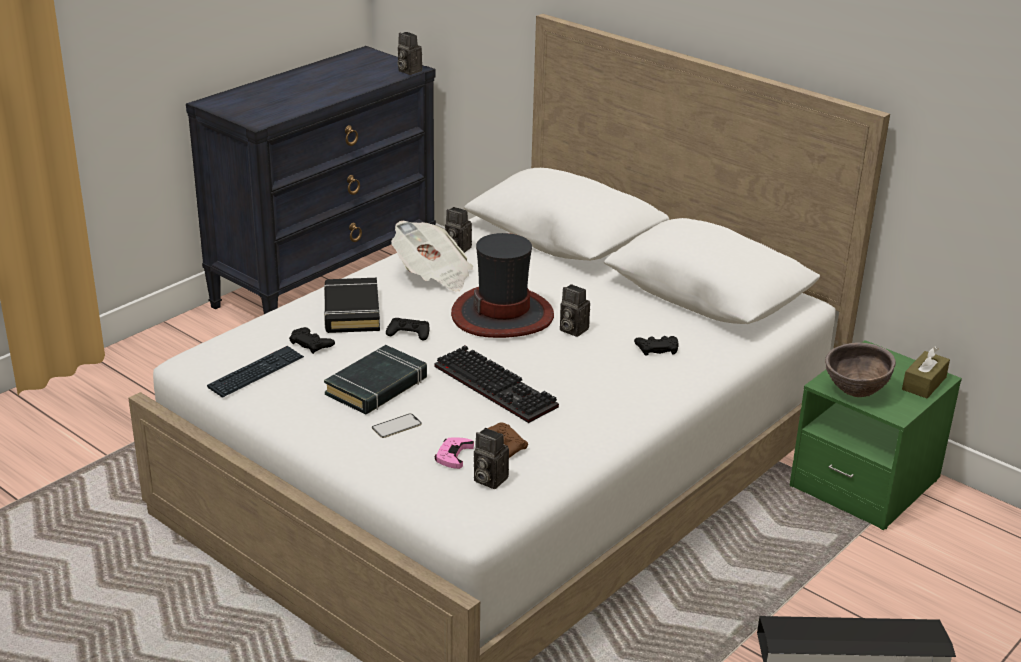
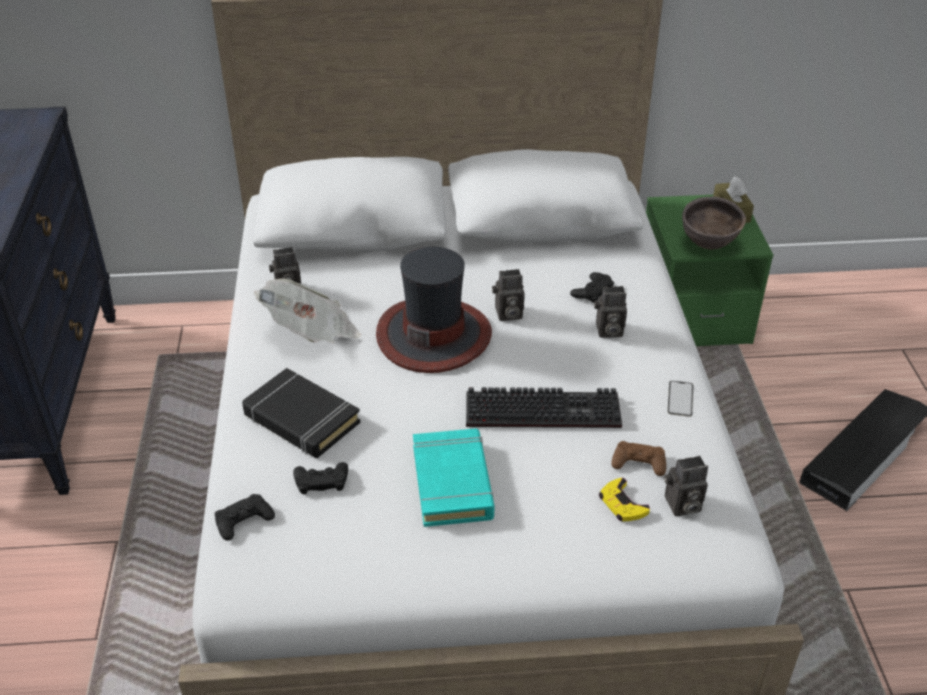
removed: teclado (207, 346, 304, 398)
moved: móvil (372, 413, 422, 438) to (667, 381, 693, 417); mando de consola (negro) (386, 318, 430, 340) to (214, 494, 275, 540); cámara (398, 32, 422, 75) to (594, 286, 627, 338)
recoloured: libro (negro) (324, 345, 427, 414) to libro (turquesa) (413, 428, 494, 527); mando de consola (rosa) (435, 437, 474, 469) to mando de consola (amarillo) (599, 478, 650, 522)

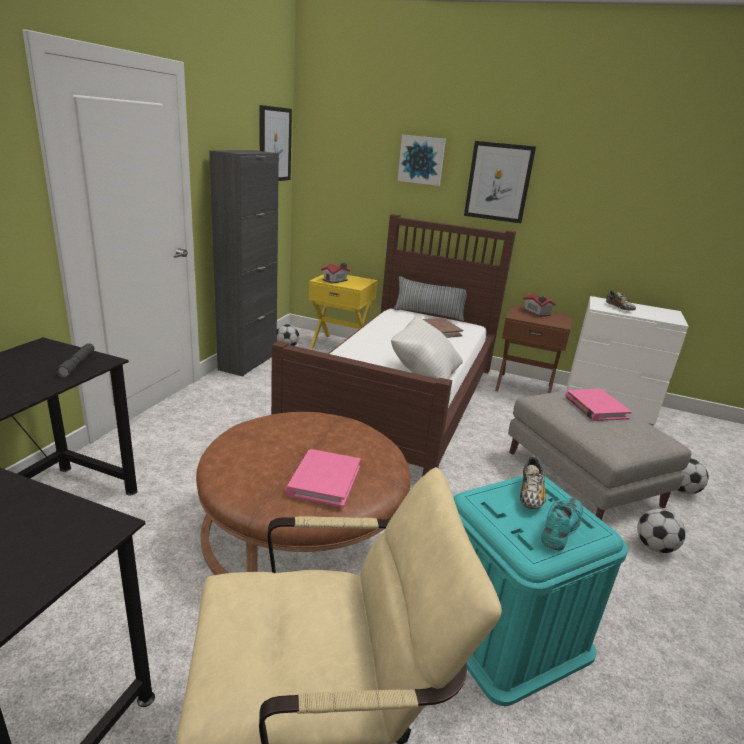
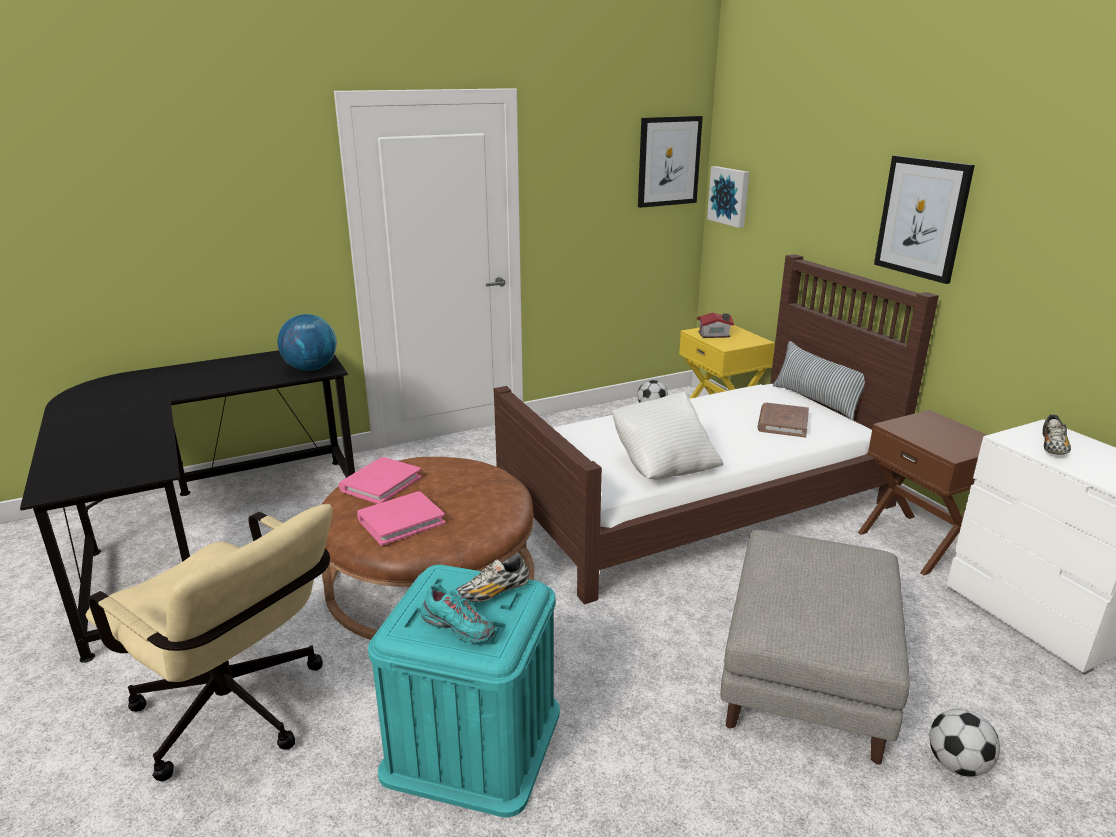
removed: armario (negro) (209, 150, 279, 377); casita (523, 293, 556, 317); balón de fútbol (637, 509, 686, 553)
moved: cuadro (398, 135, 446, 186) to (707, 166, 749, 228); libro (rosa) (565, 389, 632, 421) to (339, 457, 422, 504)
replaced: linterna (gris) (56, 343, 95, 378) to globo terráqueo (277, 314, 337, 371)
turned: zapato (turquesa) (541, 498, 583, 550) = (421, 584, 496, 643) 45 degrees clockwise

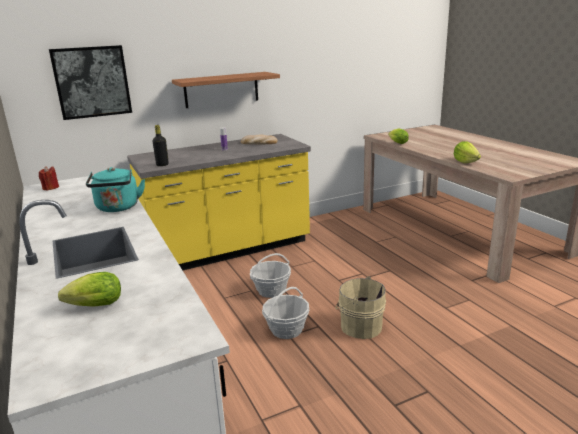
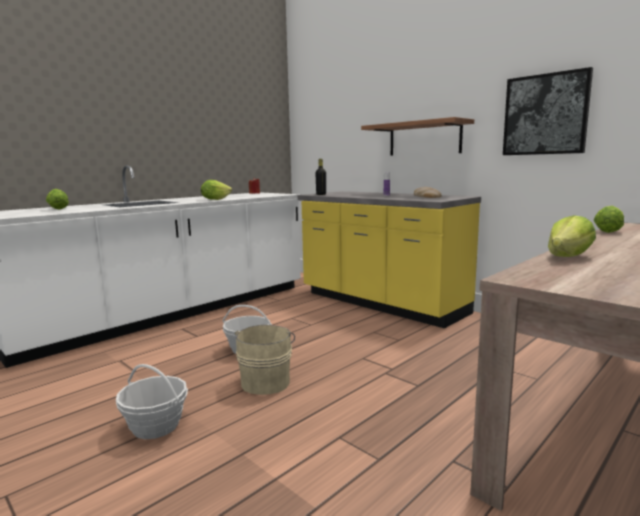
moved: cuadro (49, 45, 132, 120) to (503, 67, 593, 155); cesta (250, 253, 291, 298) to (116, 364, 188, 439)
replaced: hervidor (turquesa) (86, 167, 145, 212) to lechuga (201, 180, 232, 200)

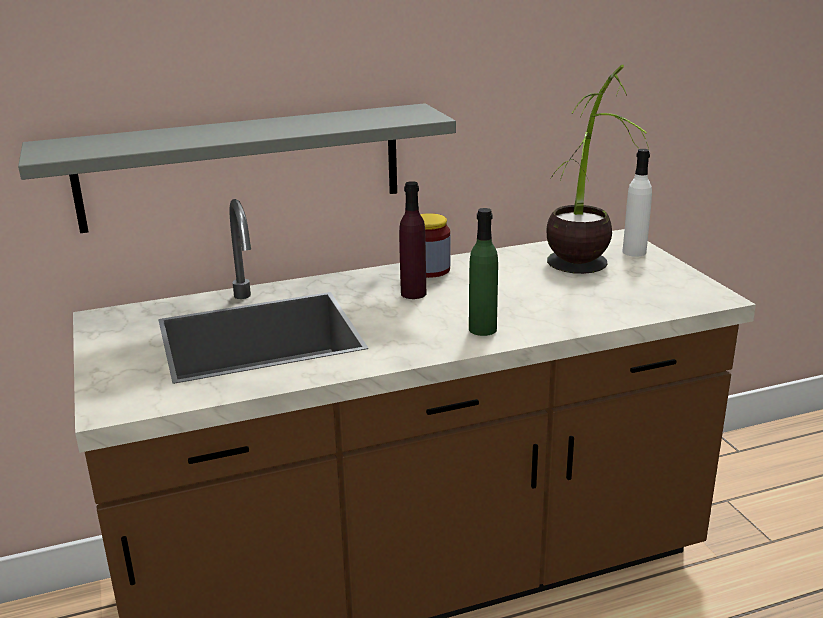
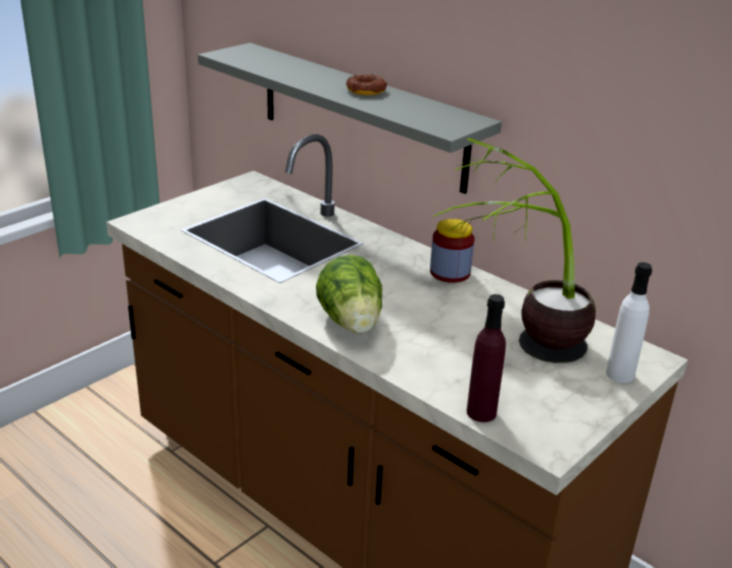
added: rosquilla (346, 74, 387, 95)
moved: botella (morado) (399, 181, 427, 299) to (467, 294, 506, 422)
replaced: botella (verde) (469, 208, 498, 336) to lechuga (316, 255, 382, 333)

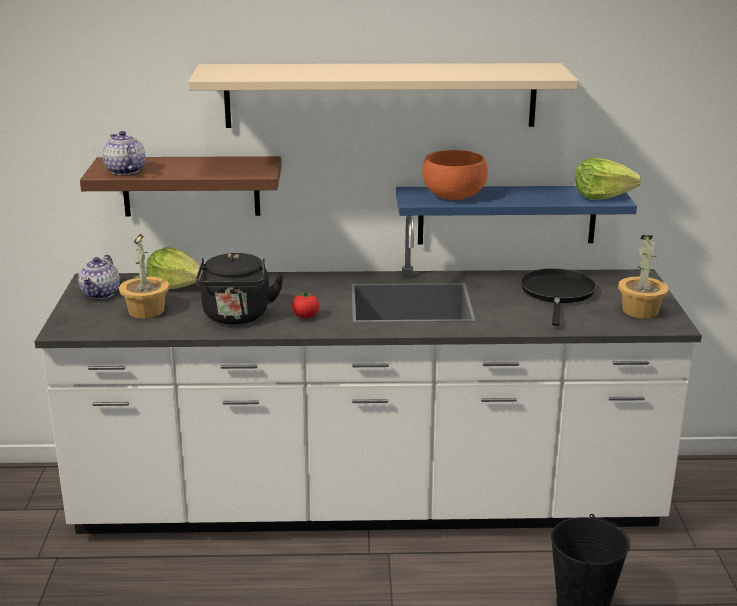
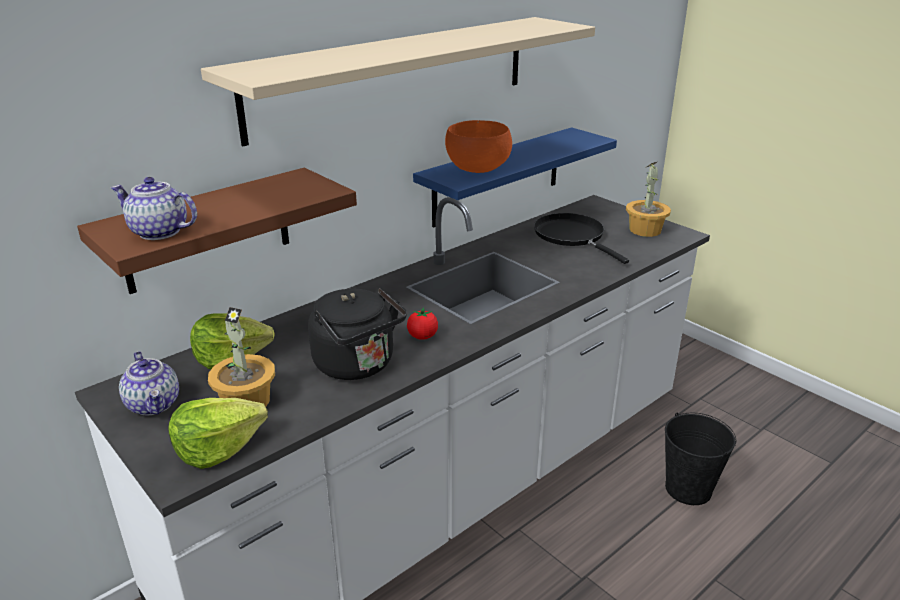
moved: lechuga (575, 158, 641, 200) to (168, 398, 268, 469)

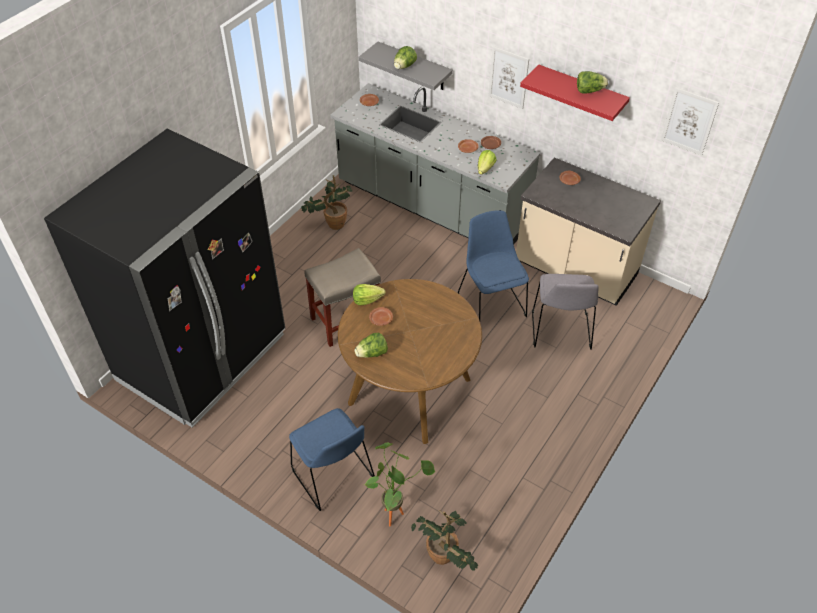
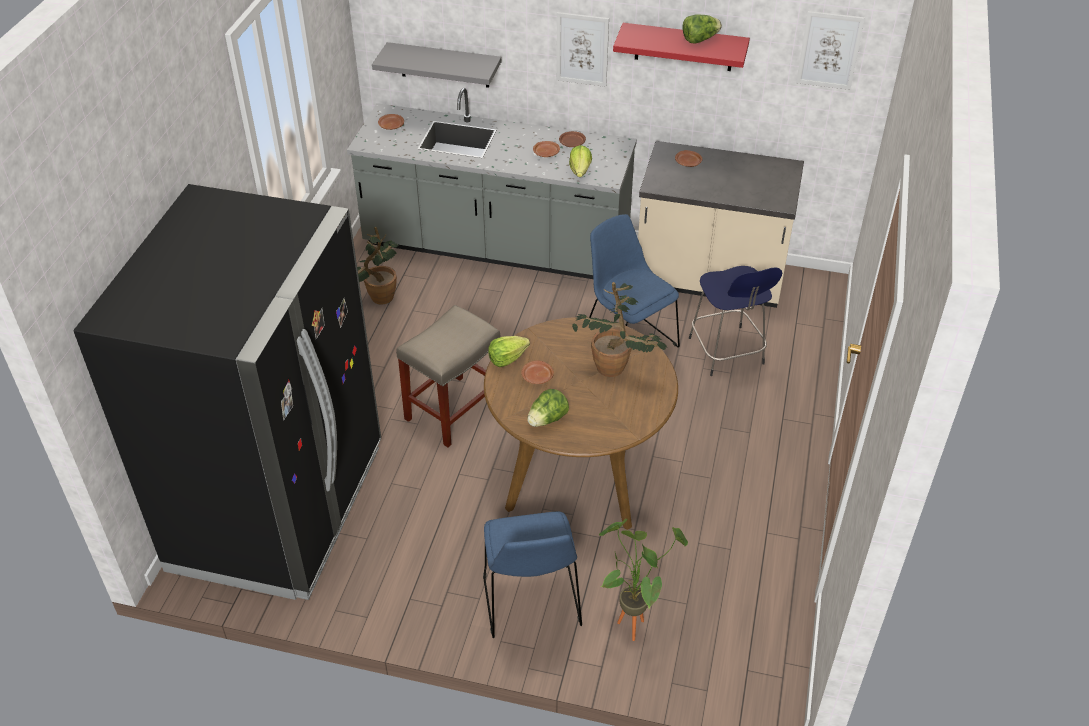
removed: lechuga (394, 46, 417, 69)
moved: planta en maceta (411, 510, 478, 571) to (572, 282, 668, 377)
replaced: silla (gris) (532, 274, 599, 350) to taburete (azul) (689, 266, 782, 376)
turned: silla (azul) (289, 408, 375, 511) = (483, 512, 582, 638) 45 degrees clockwise

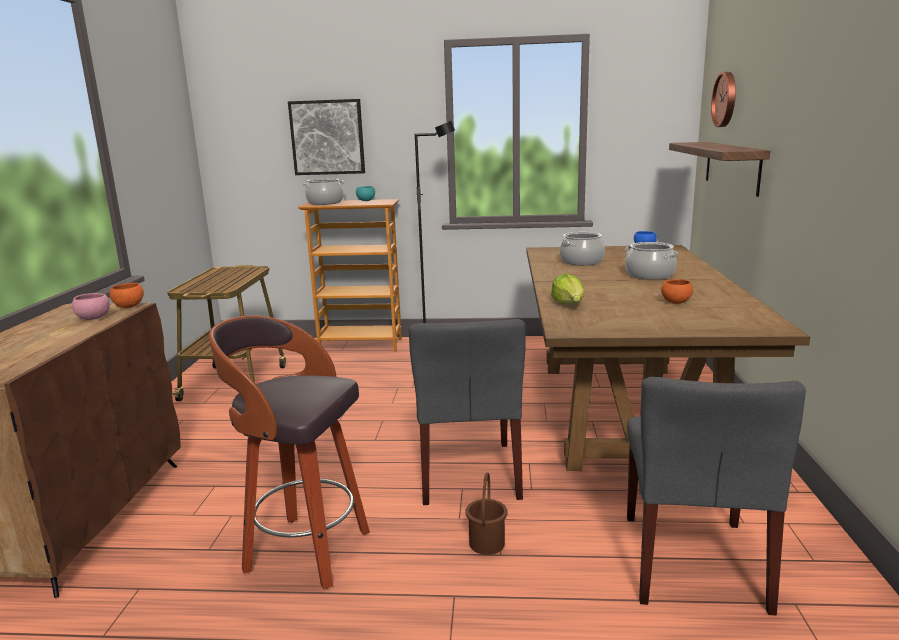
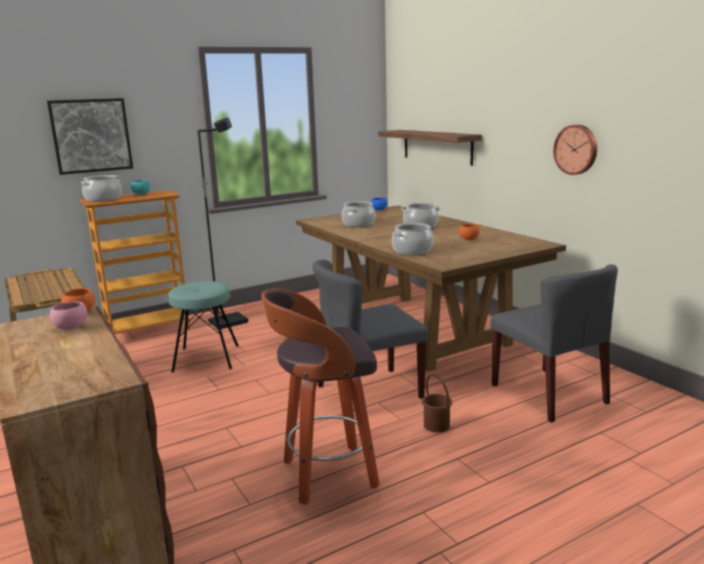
added: taburete (turquesa) (168, 281, 239, 373)
moved: reloj de pared (711, 72, 736, 127) to (553, 125, 597, 175)
replaced: lechuga (551, 273, 585, 304) to olla (392, 223, 434, 255)
turned: silla (gris) (409, 319, 526, 505) = (312, 259, 429, 399) 105 degrees clockwise

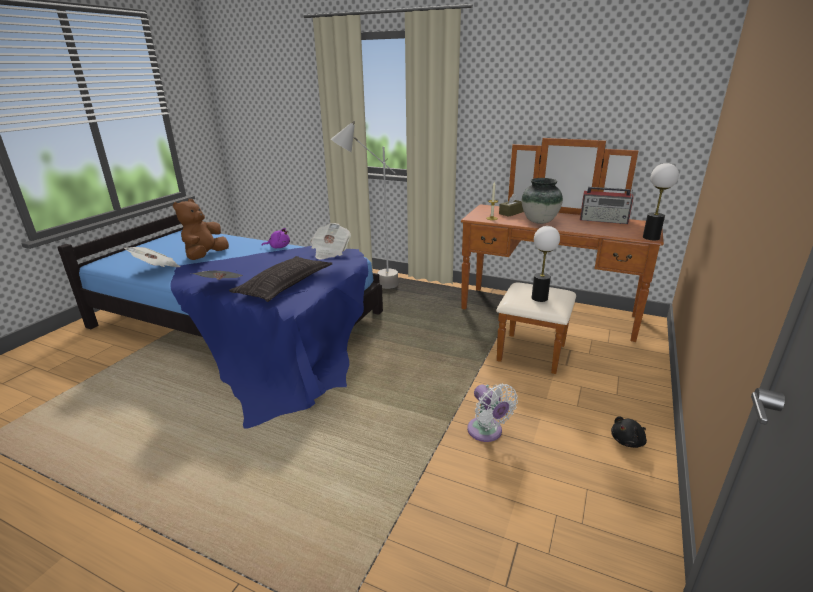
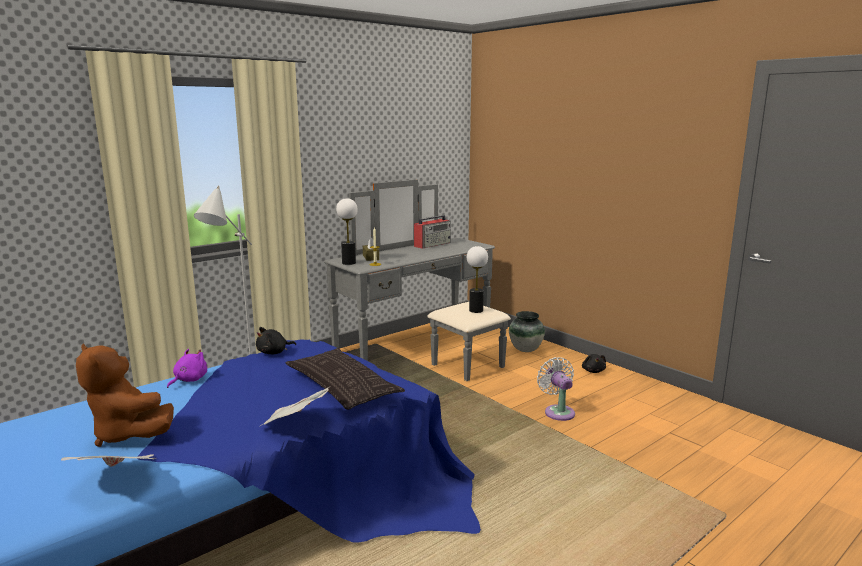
moved: florero (522, 178, 563, 224) to (509, 311, 545, 352); lámpara de mesa (643, 163, 679, 240) to (336, 198, 358, 265)
replaced: periódico (311, 223, 351, 259) to peluche (negro) (256, 327, 296, 354)
recoloured: cómoda (marrón) (461, 138, 664, 374) to cómoda (gris) (324, 179, 511, 381)
turned: ventilador (blanco) (467, 384, 518, 442) = (537, 357, 575, 421) 105 degrees counterclockwise

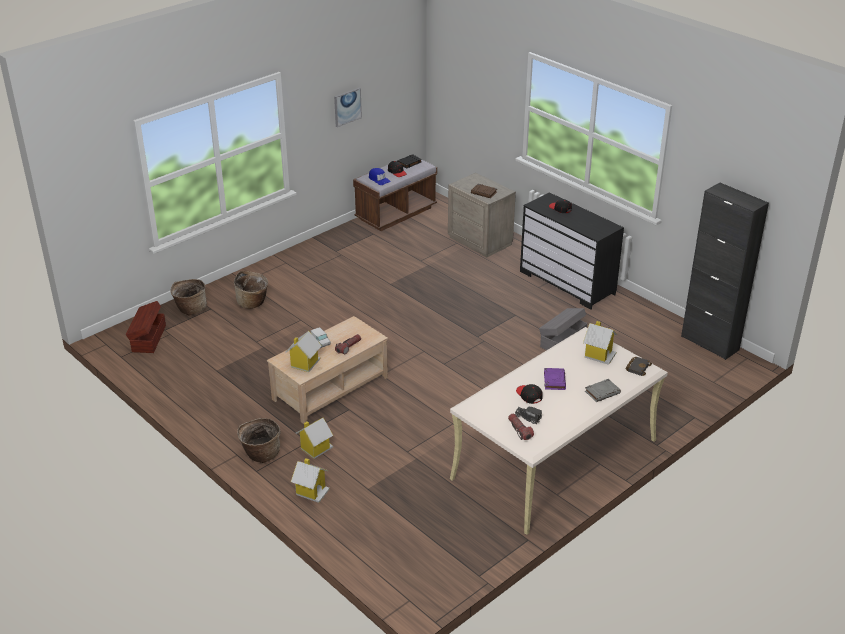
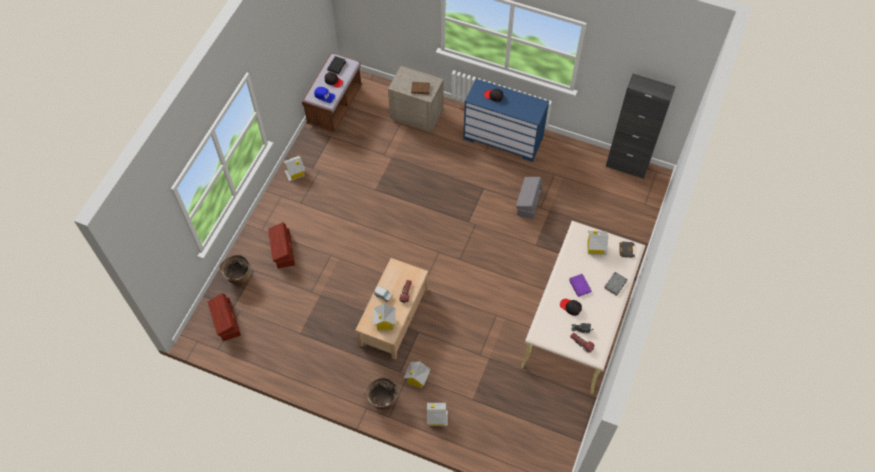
removed: cuadro (334, 88, 362, 127)
added: casita (283, 156, 305, 182)
replaced: cesta (234, 271, 268, 309) to caja de almacenaje (marrón) (268, 222, 295, 268)
recoloured: cómoda (negro) (520, 192, 624, 310) to cómoda (azul) (463, 79, 549, 162)

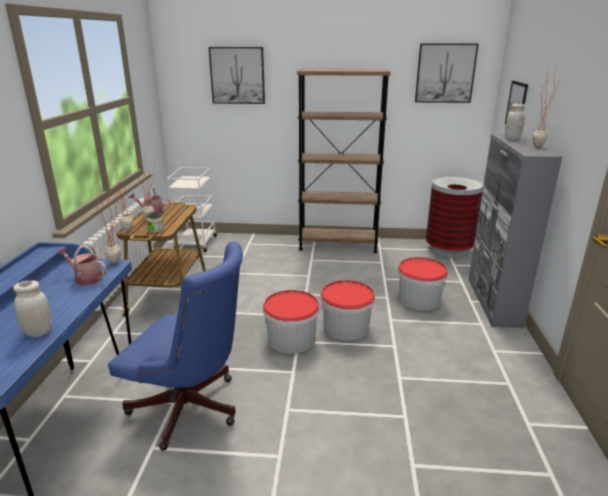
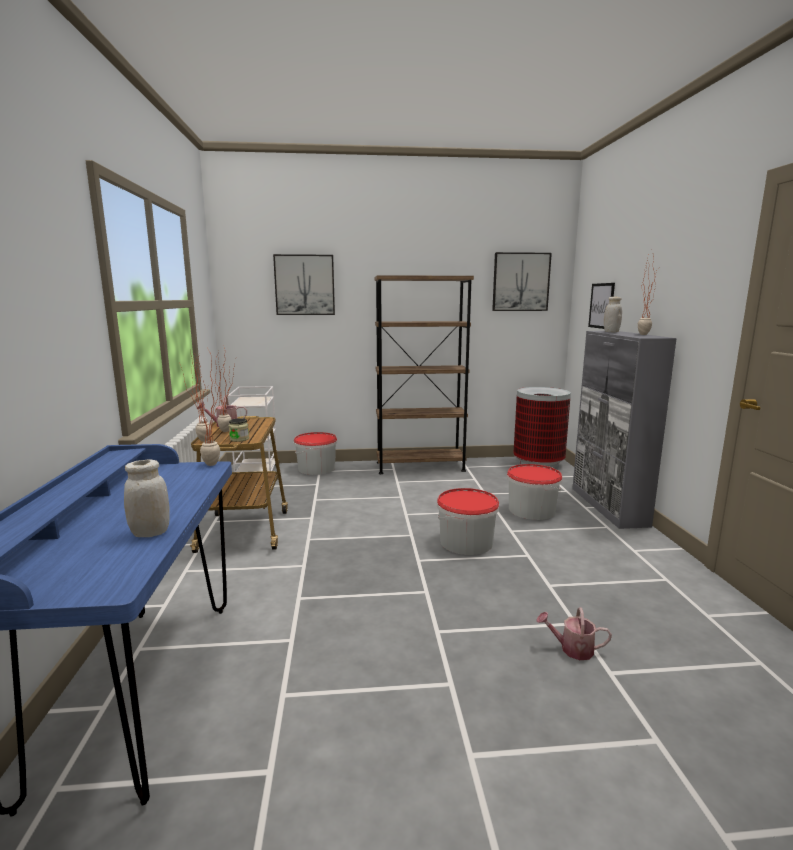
removed: silla de oficina (azul) (108, 242, 243, 451)
moved: regadera (57, 244, 107, 285) to (536, 607, 612, 660); cubo (263, 290, 320, 354) to (294, 432, 337, 475)

